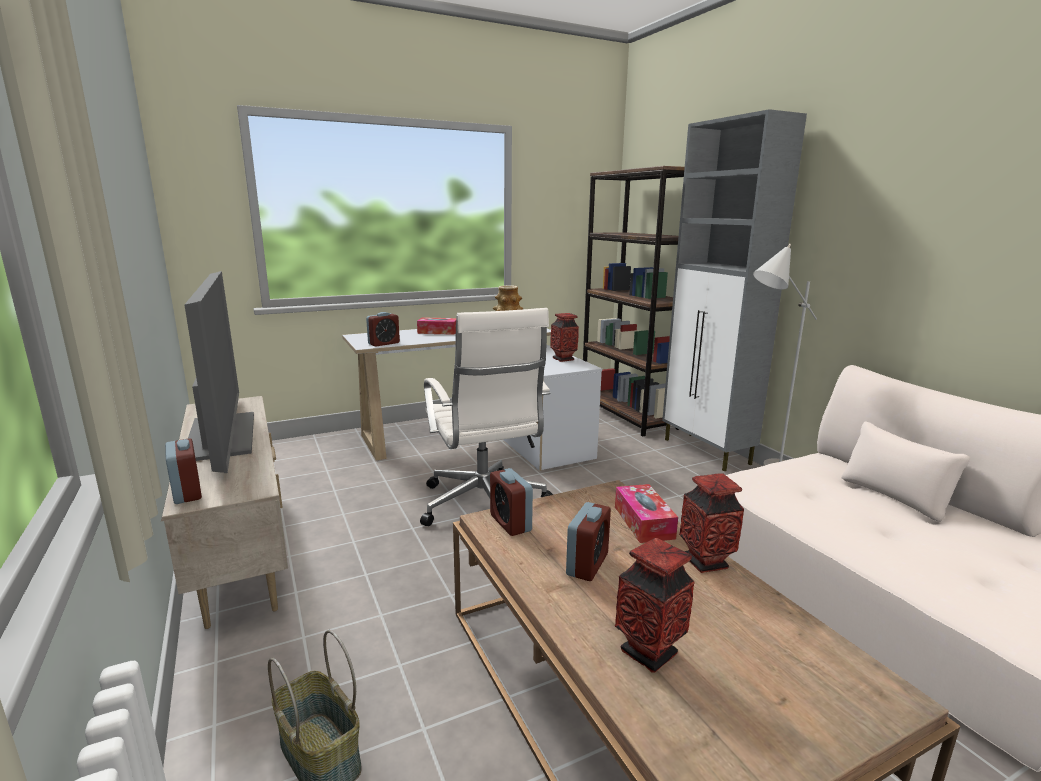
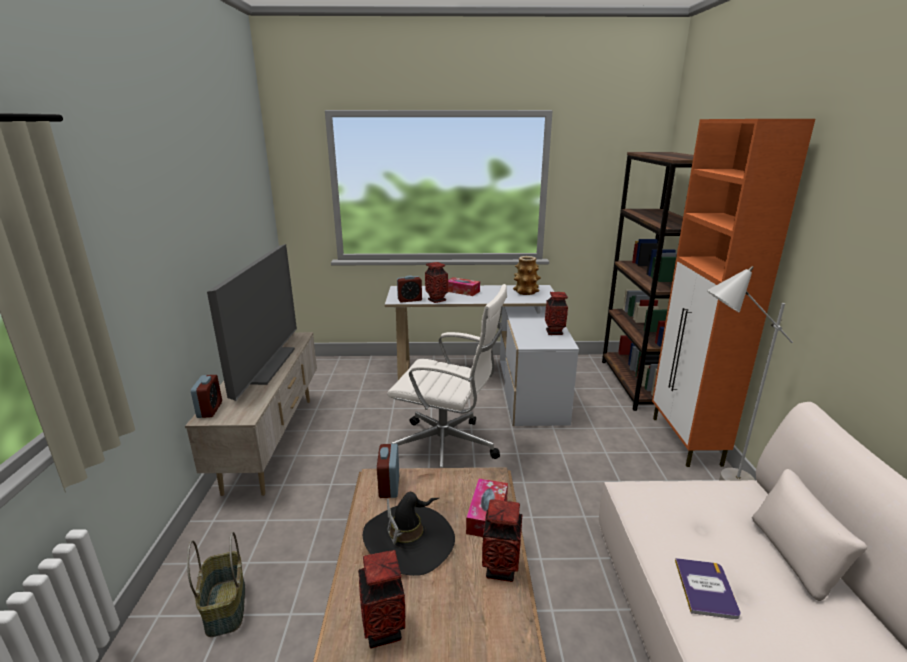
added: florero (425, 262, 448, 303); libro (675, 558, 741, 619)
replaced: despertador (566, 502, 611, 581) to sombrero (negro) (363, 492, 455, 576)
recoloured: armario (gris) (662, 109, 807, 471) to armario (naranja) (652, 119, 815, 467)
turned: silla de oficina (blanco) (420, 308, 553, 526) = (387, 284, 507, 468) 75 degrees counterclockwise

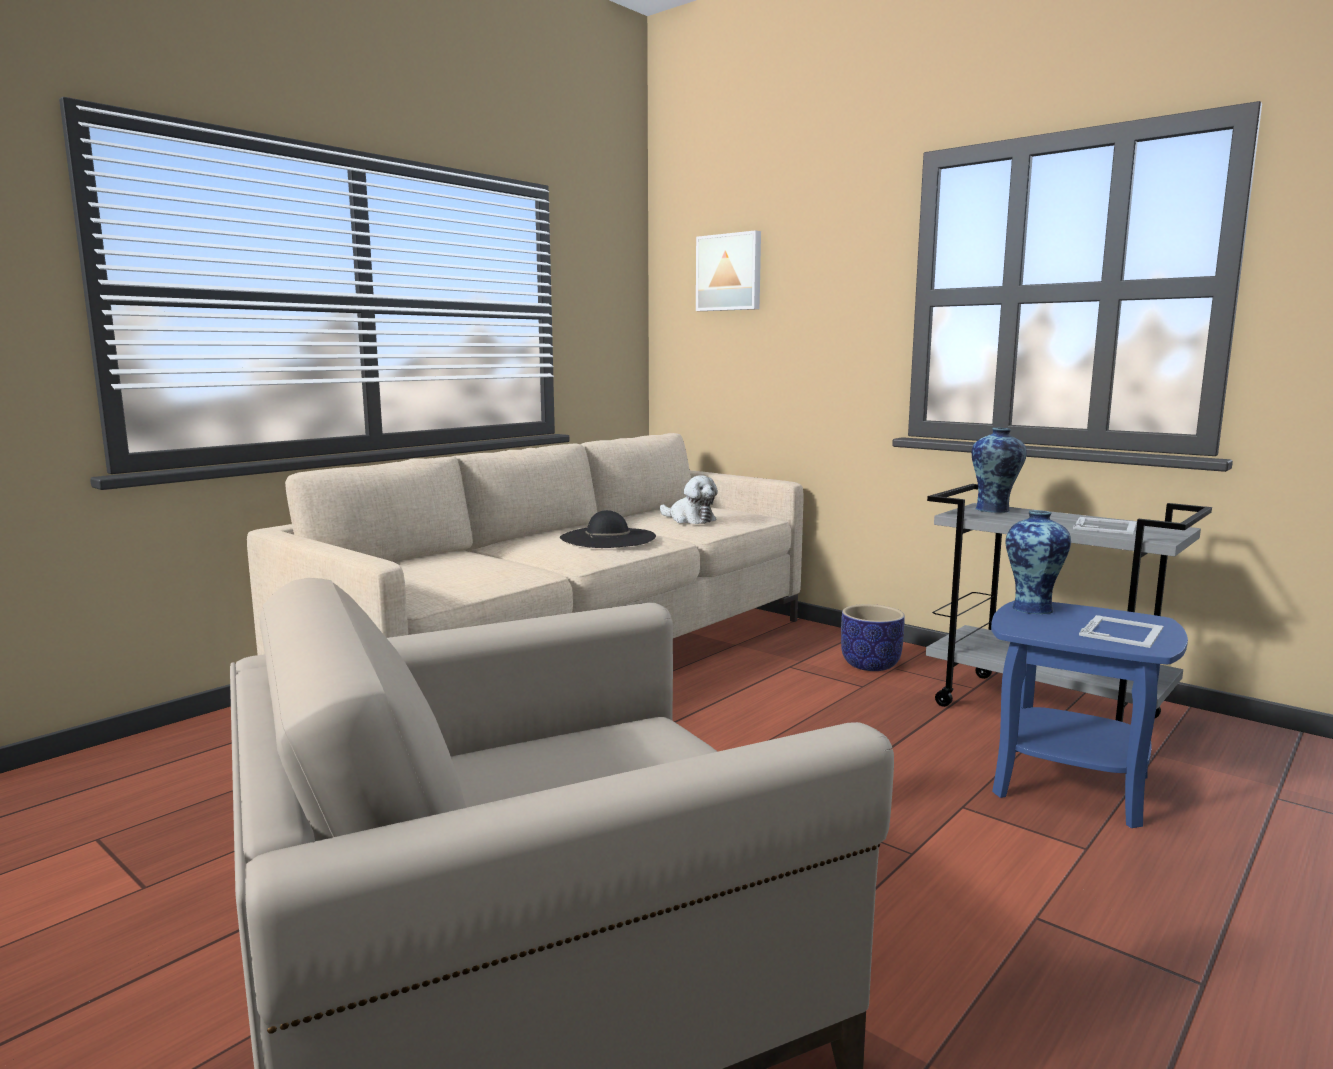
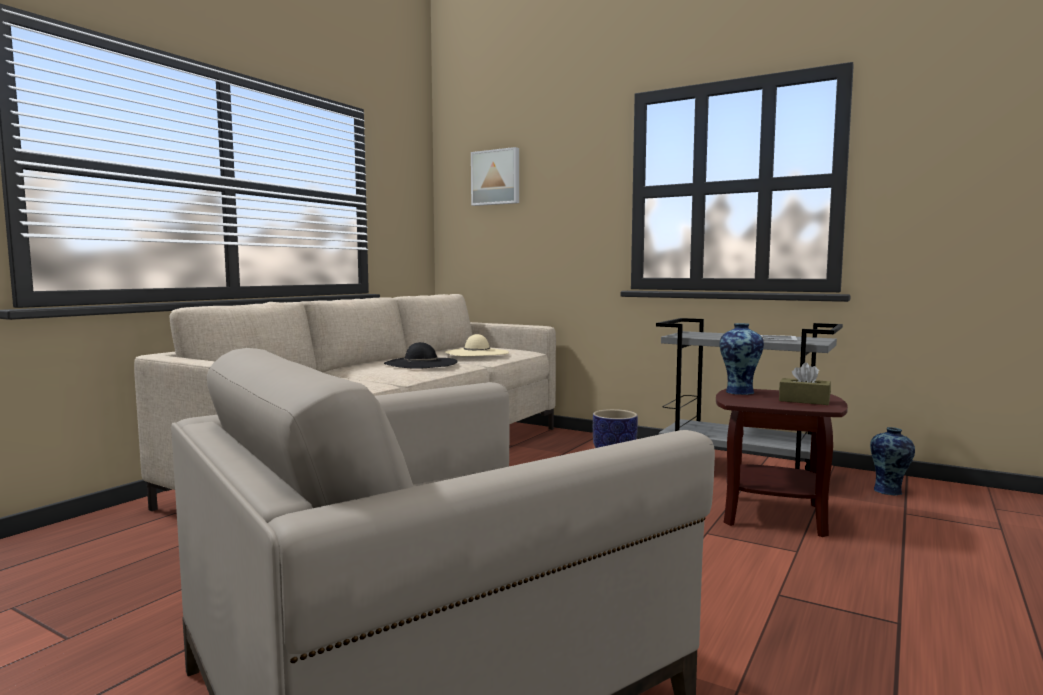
moved: florero (972, 427, 1027, 513) to (870, 427, 915, 496)
replaced: peluche (660, 475, 718, 524) to sombrero (beis) (445, 334, 509, 356); portarretratos (1079, 615, 1164, 648) to caja de pañuelos (marrón) (779, 363, 831, 405)
recoloured: mesa auxiliar (azul) (991, 601, 1188, 828) to mesa auxiliar (marrón) (716, 389, 848, 537)

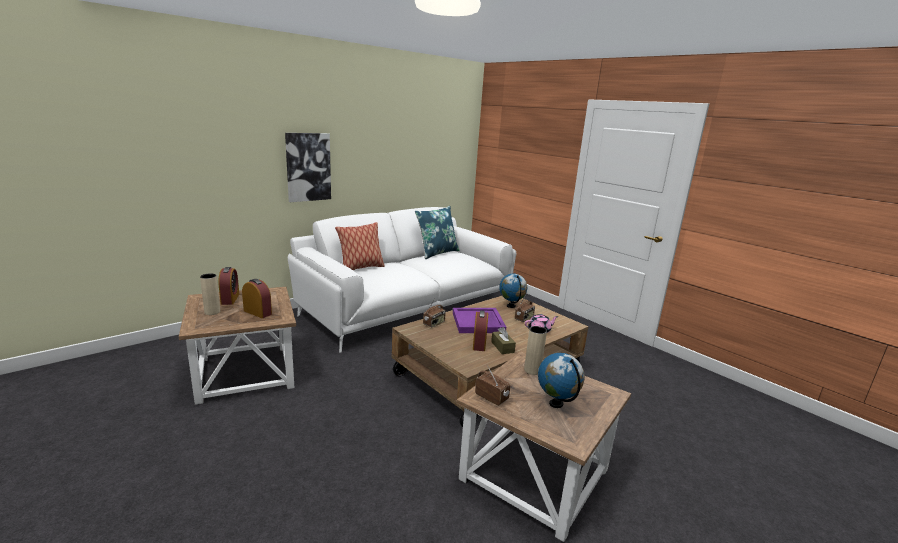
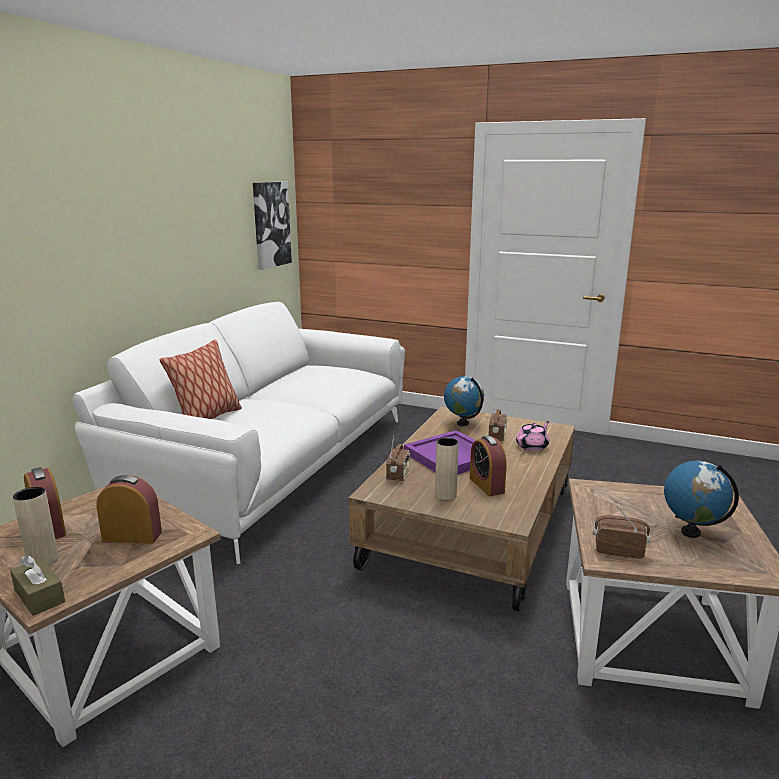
removed: cojín (azul) (415, 206, 459, 259)
moved: cuadro (285, 133, 331, 202) to (253, 181, 292, 270); caja de pañuelos (marrón) (491, 327, 516, 354) to (10, 555, 65, 616); florero (beis) (524, 326, 547, 375) to (435, 437, 459, 500)

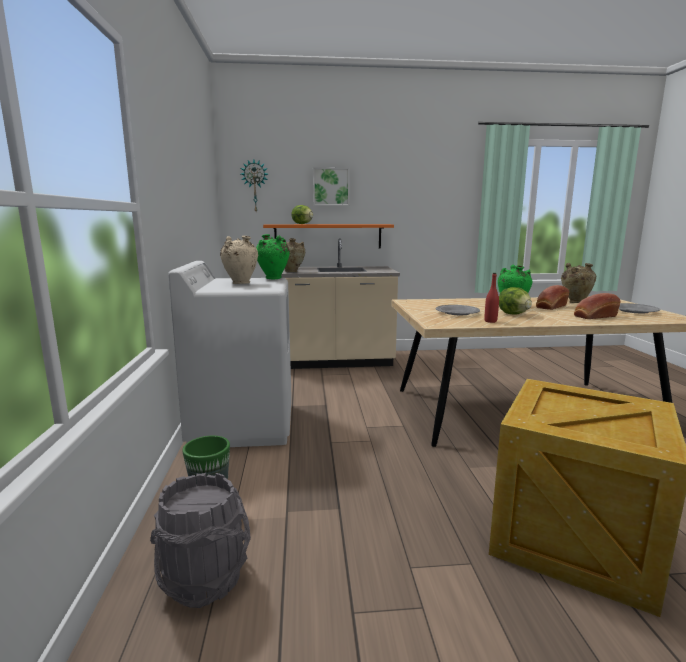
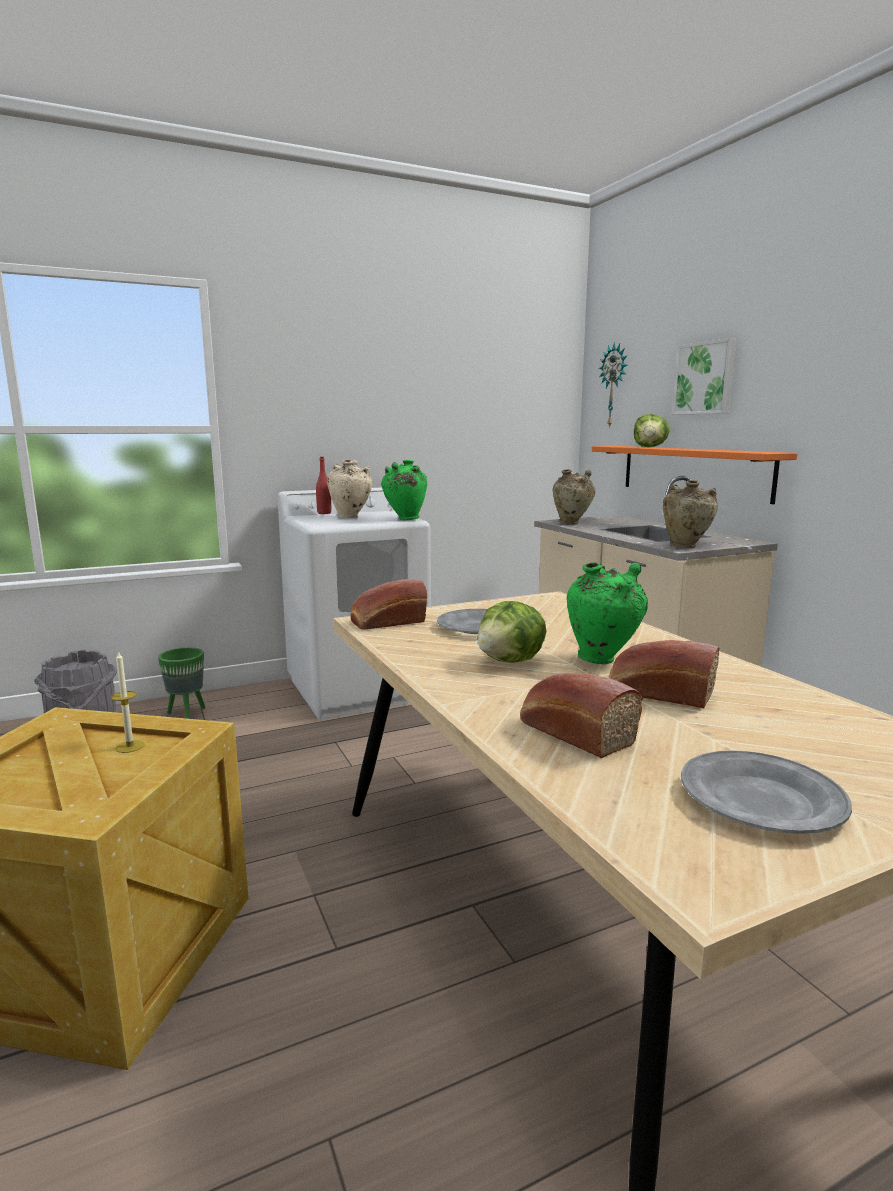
added: vela (111, 651, 145, 753); pan (351, 579, 427, 630)
moved: botella (rojo) (485, 273, 499, 323) to (316, 457, 331, 514); florero (beis) (561, 263, 597, 303) to (663, 480, 718, 548)

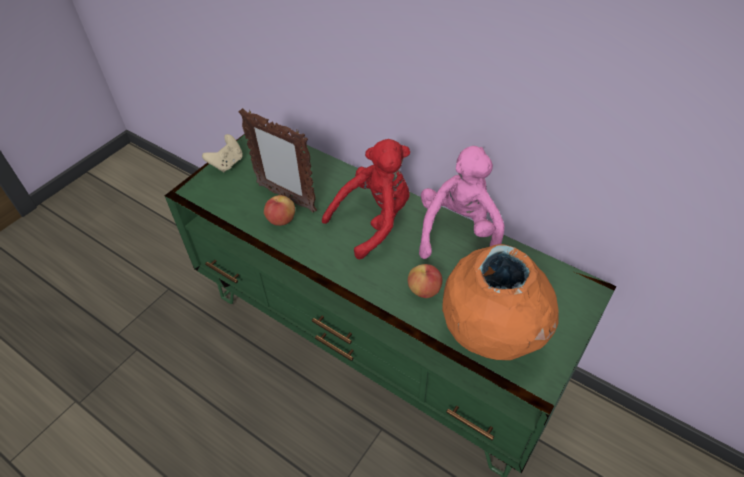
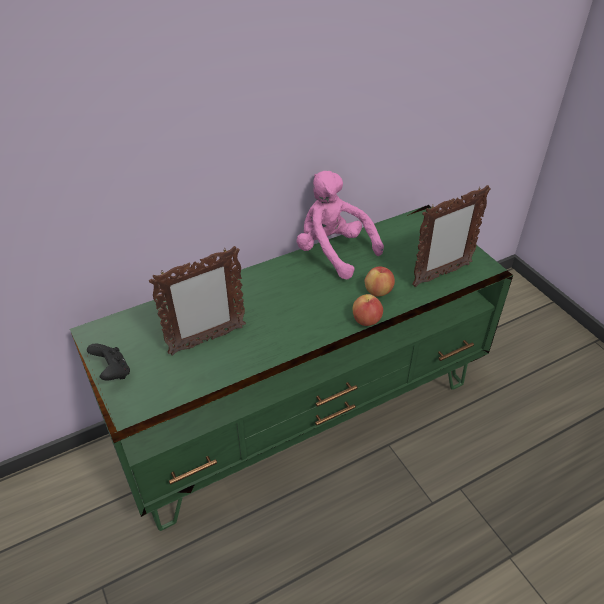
removed: peluche (rojo) (322, 139, 410, 259)
moved: manzana (264, 195, 295, 226) to (353, 294, 383, 326)
replaced: florero (naranja) (442, 244, 558, 360) to portarretratos (412, 185, 491, 287)
recoloured: mando de consola (beis) (202, 134, 243, 172) to mando de consola (negro) (87, 344, 130, 380)

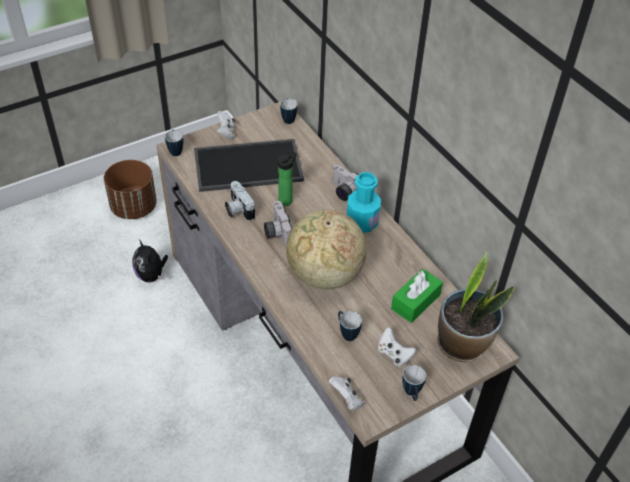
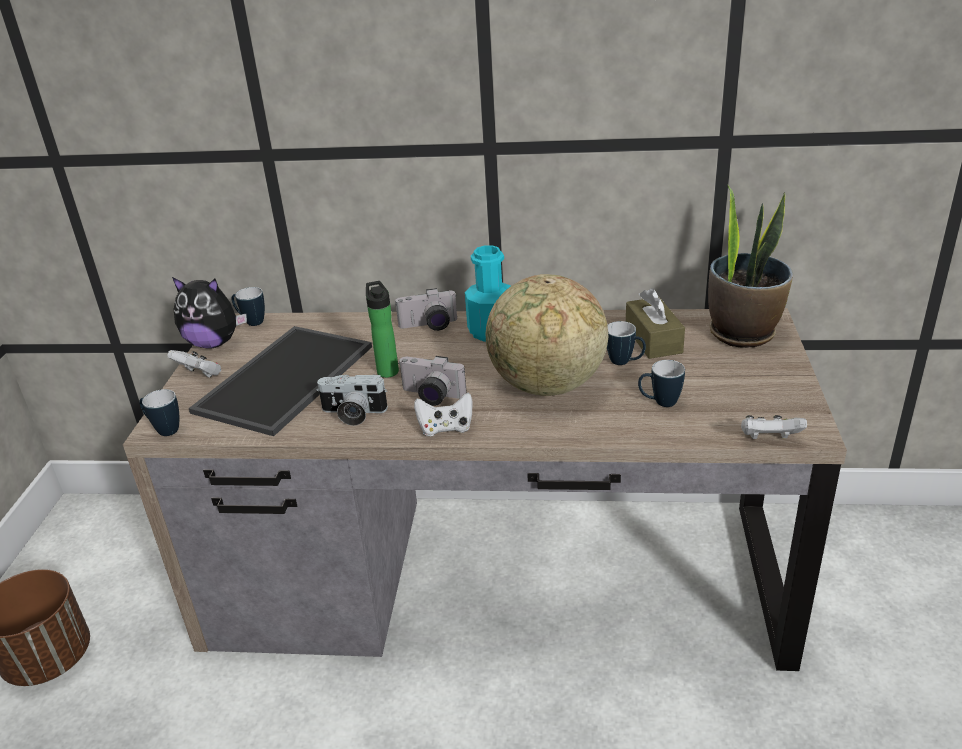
moved: peluche (132, 239, 168, 282) to (172, 277, 247, 349); mando de consola (blanco) (378, 327, 417, 367) to (414, 393, 472, 437); taza grande (402, 365, 426, 401) to (607, 321, 646, 365)
recoloured: caja de pañuelos (verde) (391, 269, 443, 323) to caja de pañuelos (marrón) (626, 288, 685, 359)

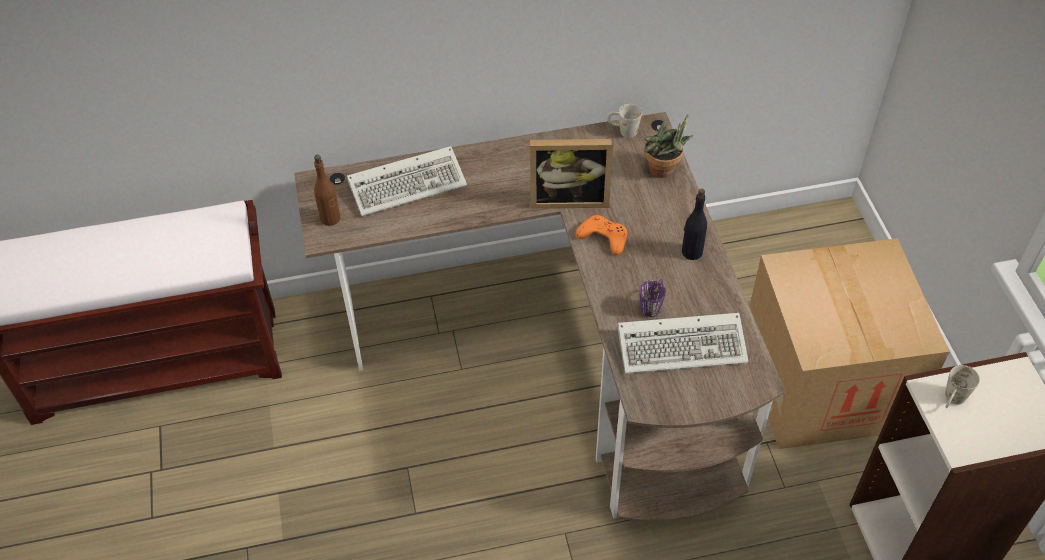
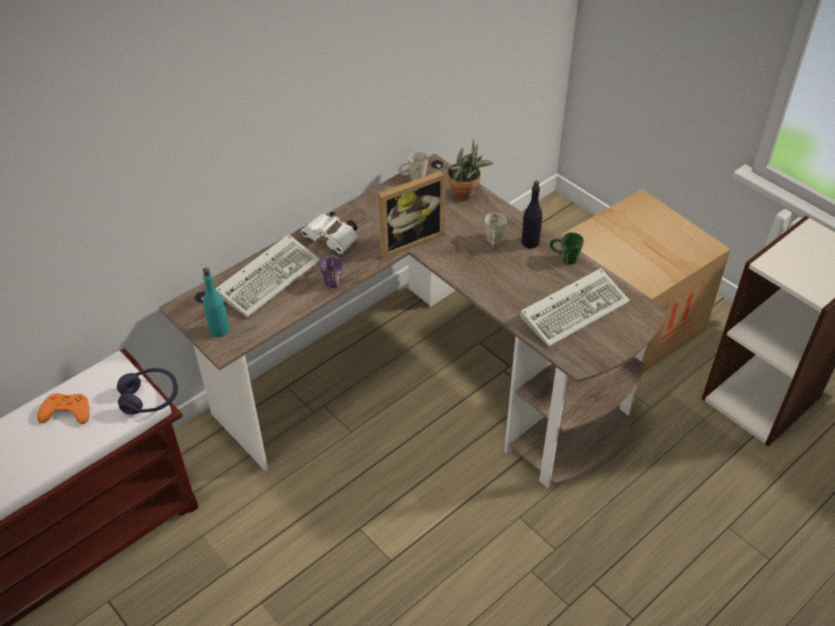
added: auriculares (morado) (117, 368, 178, 415); prismáticos (blanco) (301, 212, 358, 254); taza grande (verde) (550, 232, 584, 265)
moved: mando de consola (naranja) (576, 215, 627, 255) to (37, 393, 89, 424); taza grande (morado) (639, 279, 666, 317) to (320, 254, 343, 288); taza grande (blanco) (945, 365, 980, 408) to (485, 212, 507, 246)
recoloured: botella (marrón) (314, 155, 340, 226) to botella (turquesa) (203, 268, 229, 337)

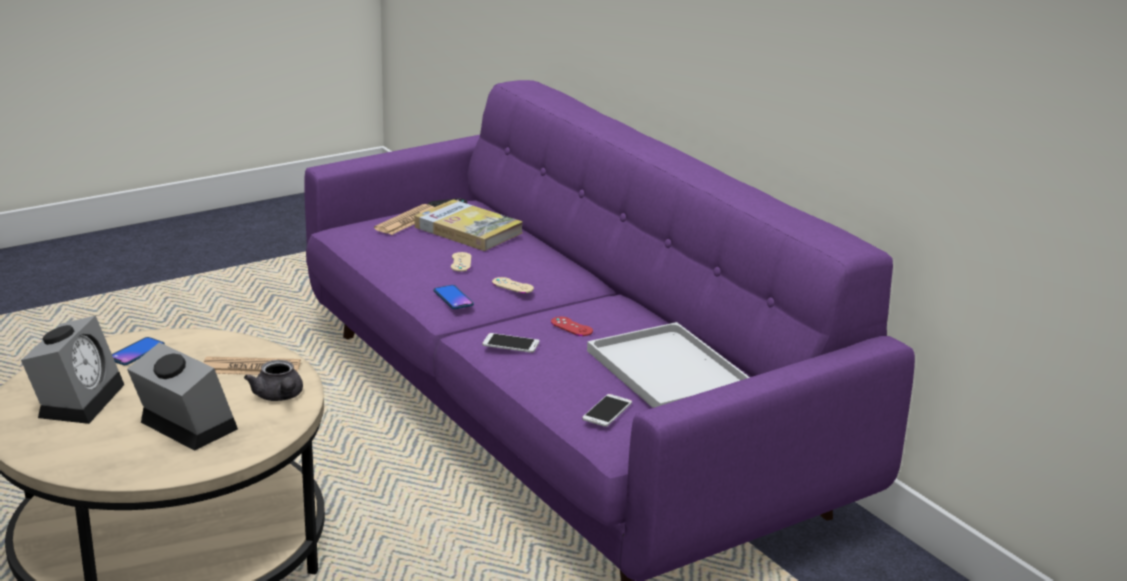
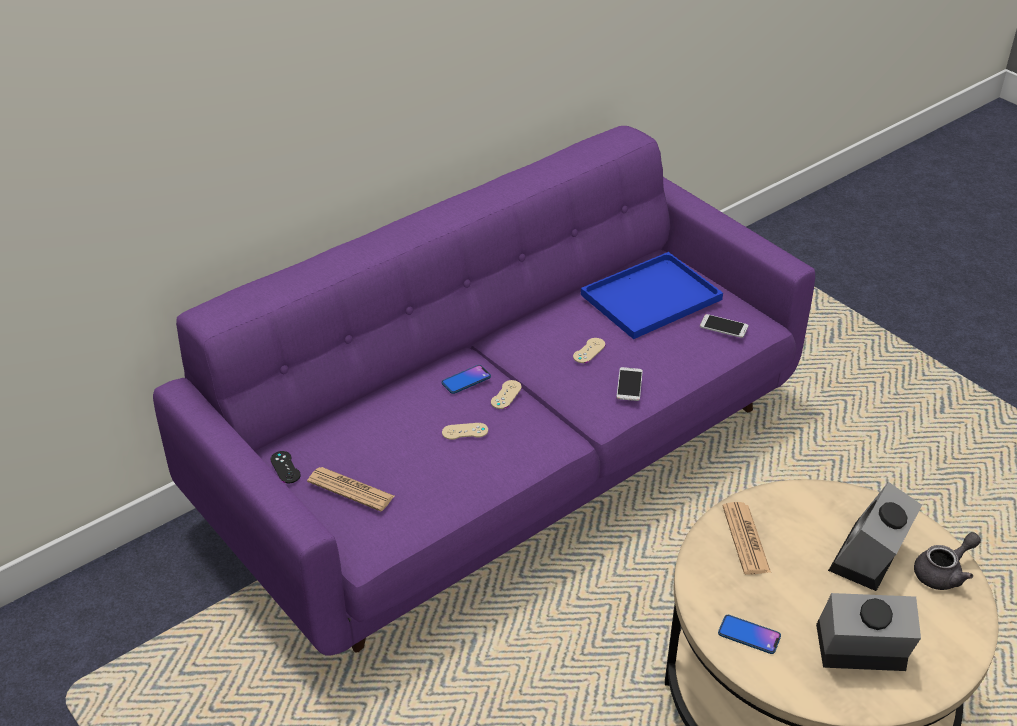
removed: libro (415, 199, 523, 251)
moved: tetera (gris) (244, 360, 303, 401) to (914, 532, 981, 590); móvil (434, 285, 474, 309) to (441, 365, 491, 394)
recoloured: mando de consola (rojo) (551, 317, 593, 336) to mando de consola (beis) (573, 338, 606, 363); bandeja (blanco) (587, 322, 750, 408) to bandeja (azul) (581, 252, 723, 339)

